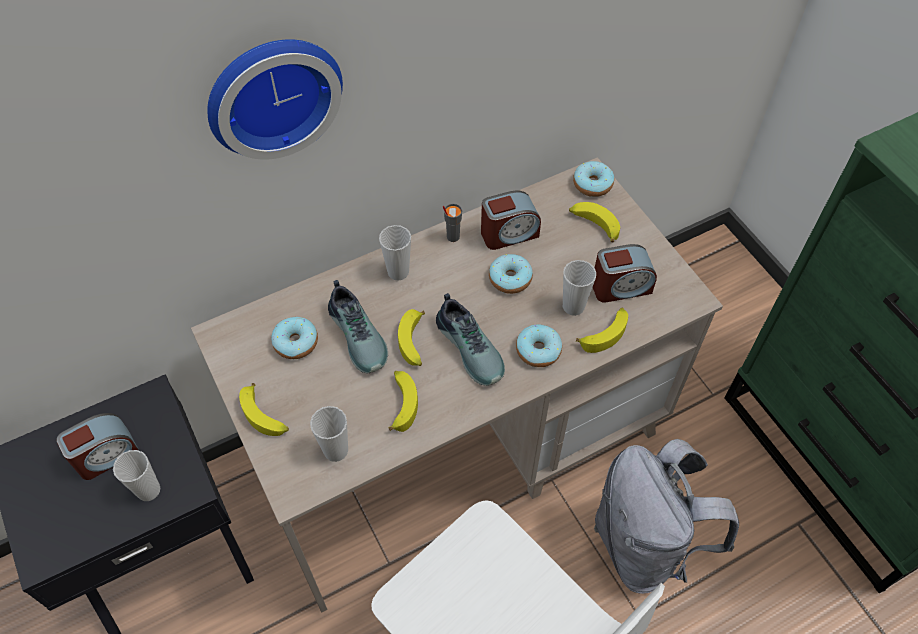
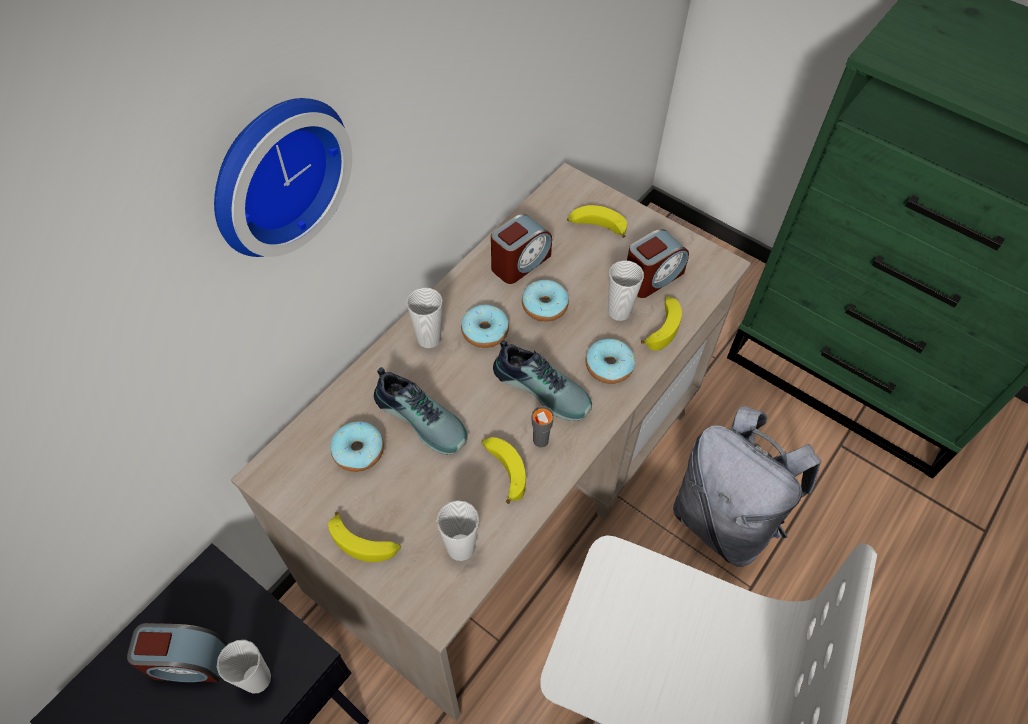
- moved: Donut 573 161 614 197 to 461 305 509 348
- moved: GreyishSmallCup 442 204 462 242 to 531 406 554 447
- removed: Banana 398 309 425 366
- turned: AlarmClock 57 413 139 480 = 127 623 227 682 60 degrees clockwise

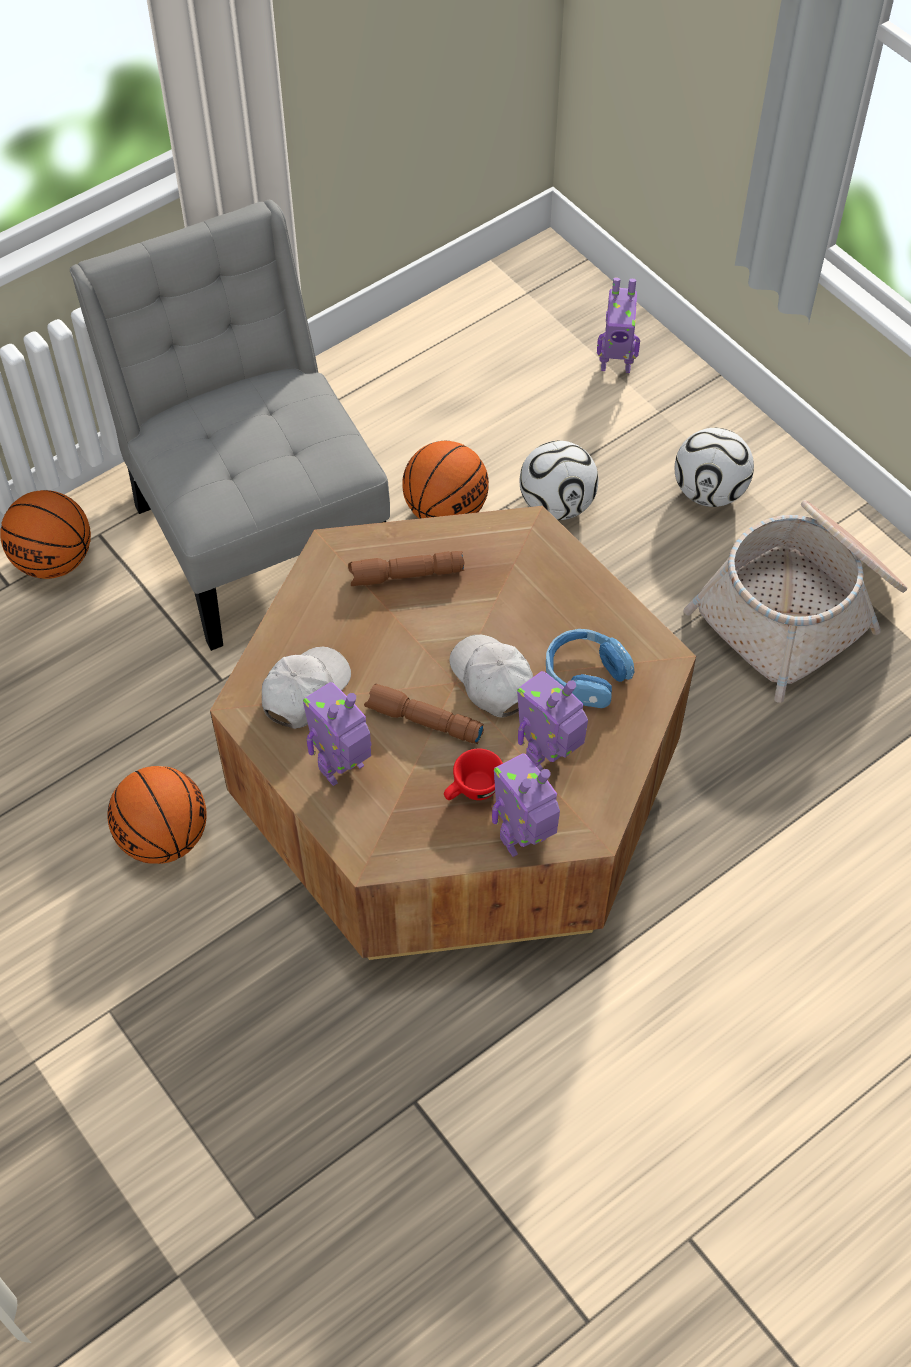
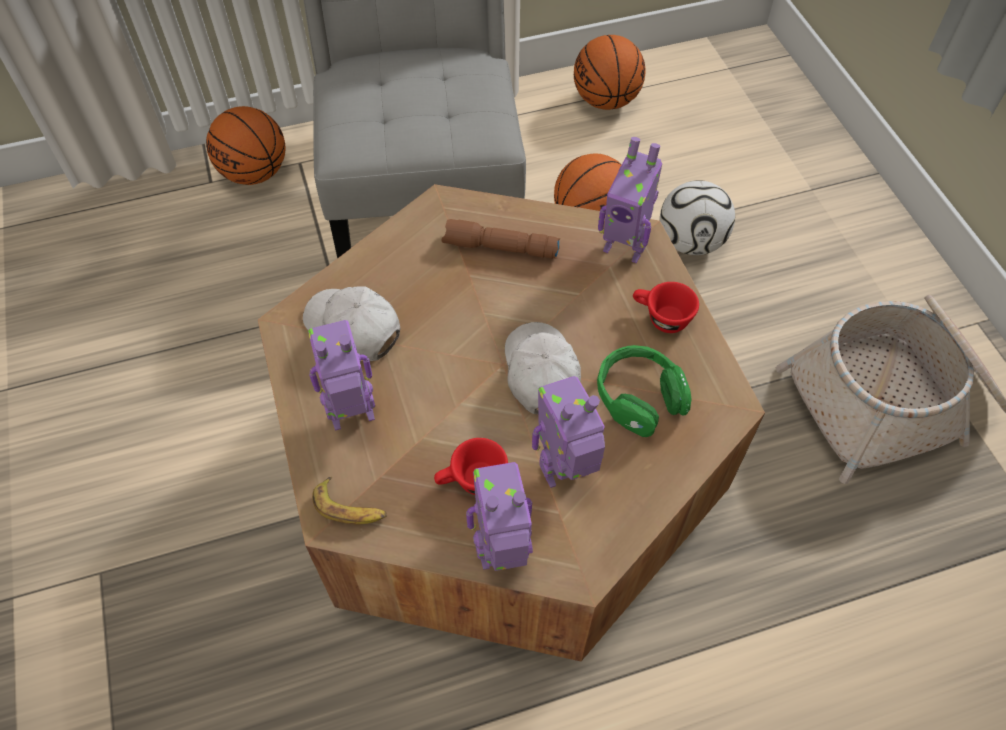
- moved: RobotFigure 597 278 640 373 to 598 137 662 263
- removed: FootballBall 675 428 754 507
- recoloured: BluePairOfHeadphones 546 629 635 708 to GreenColouredPairOfHeadphones 597 345 691 437
- turned: WhiteBaseballCap 262 647 351 729 = 303 286 400 361 105 degrees counterclockwise
- removed: BrownishHandTorch 364 684 484 744
- moved: BallForBasketball 108 766 207 864 to 574 35 645 110
- added: RedColouredSmallCup 633 282 699 333
- added: Banana 312 477 387 524

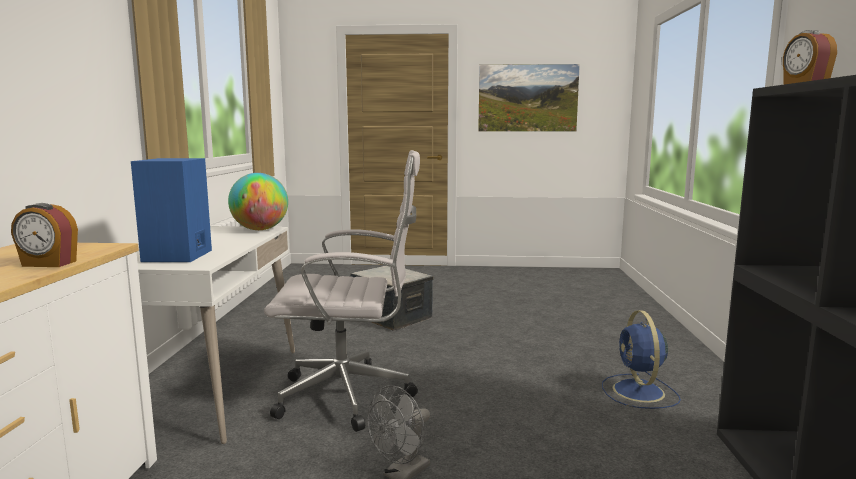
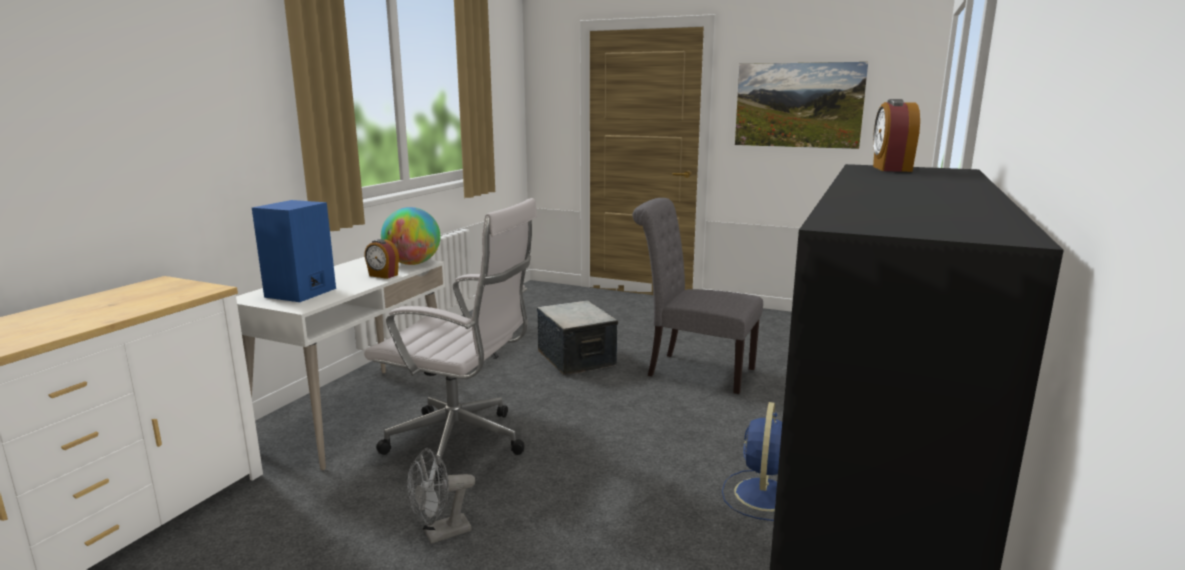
- moved: AlarmClock 11 203 78 267 to 364 239 399 279
- added: GreyishPlainChair 632 198 763 394

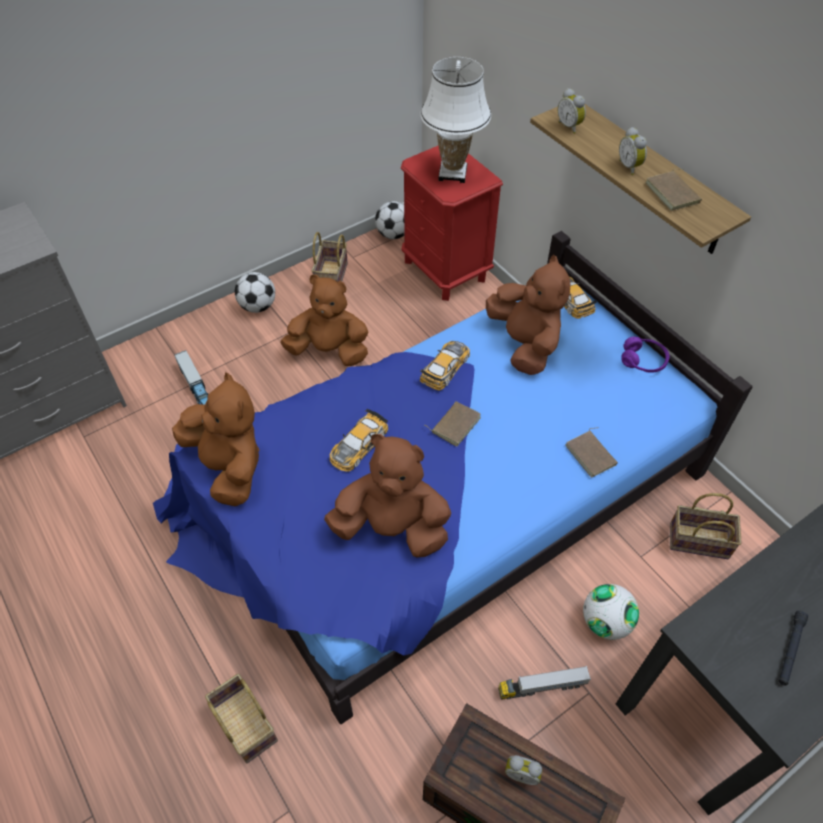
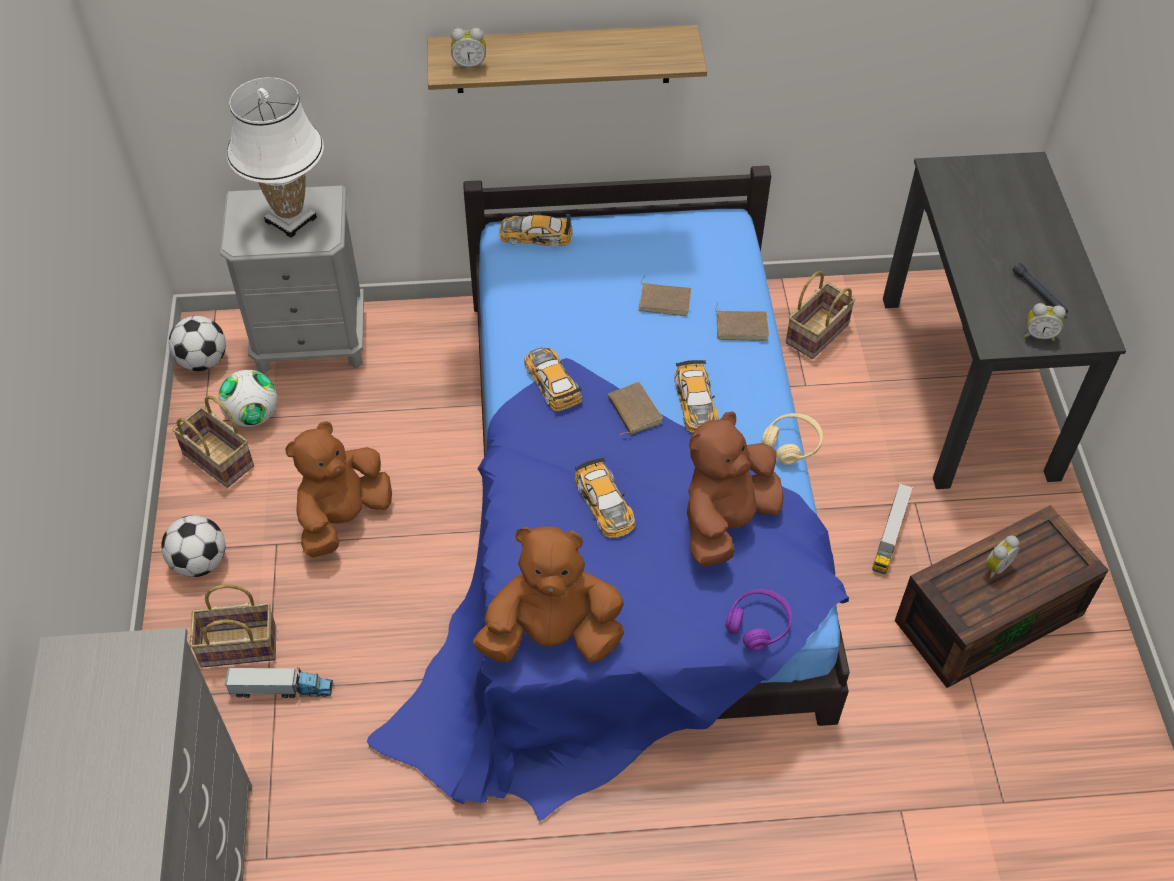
- moved: AlarmClock 619 127 647 175 to 1024 303 1066 342
- recoloured: RedColouredBedsideTable 401 146 503 301 to GreyishBedsideTable 220 186 364 374
- moved: BrownishVolume 645 169 702 211 to 638 275 691 316
- removed: BrownishSoftToy 486 255 570 375
- moved: PurplishPairOfHeadphones 621 337 669 372 to 725 589 792 651
- moved: FootballBall 583 584 639 640 to 218 370 277 427
- moved: HouseholdBasket 205 674 278 763 to 190 584 276 668
- added: ToyCar 675 360 718 433
- added: SandColouredPairOfHeadphones 762 413 823 465

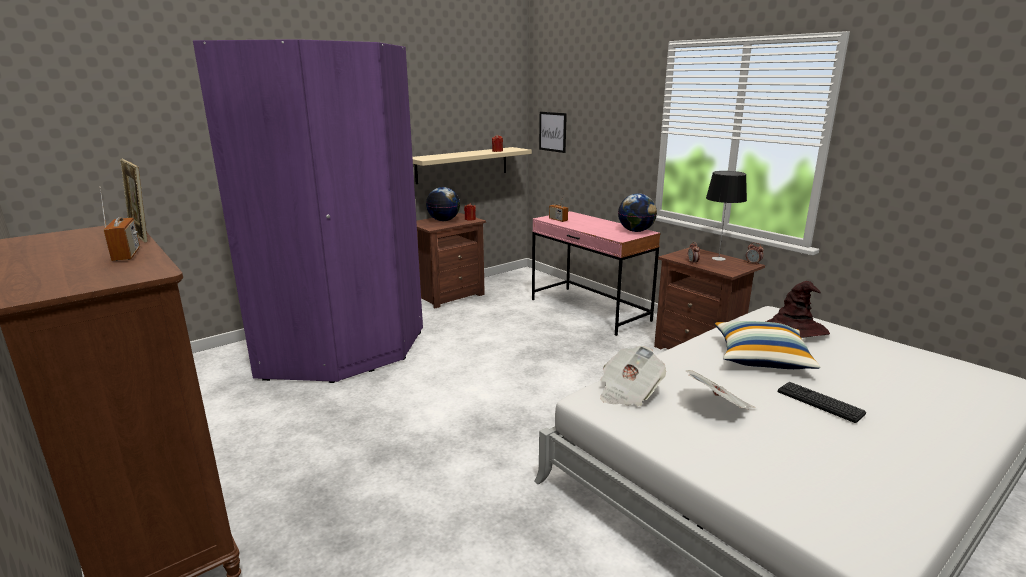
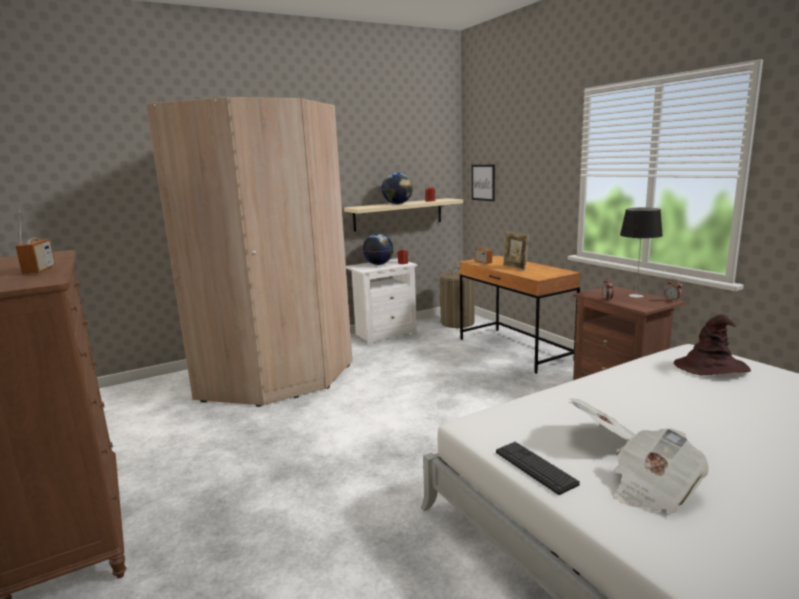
- recoloured: PurplishArmoire 193 39 423 383 to SandColouredArmoire 146 97 352 407
- moved: StandingFrame 120 159 148 242 to 503 232 529 271
- moved: Globe 618 194 657 232 to 382 172 413 204
- recoloured: PinkDeskTable 532 211 660 336 to BrownishDeskTable 459 255 581 374
- recoloured: BrownishBedsideTable 416 213 486 309 to WhiteBedsideTable 346 258 417 345
- removed: Cushion 715 321 821 369
- moved: DailyPaper 600 346 666 406 to 614 428 709 513
- moved: PcKeyboard 778 382 866 423 to 496 442 580 495
- added: Hamper 436 267 475 328

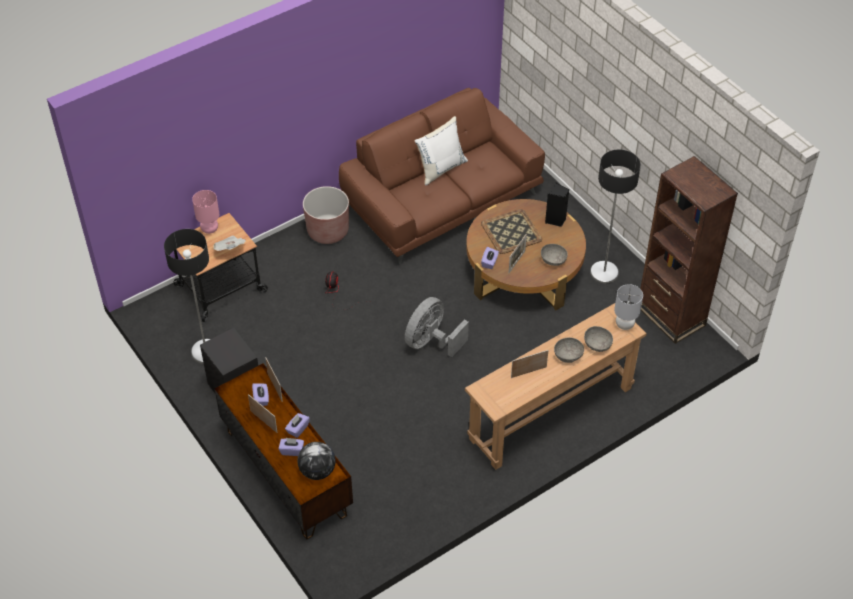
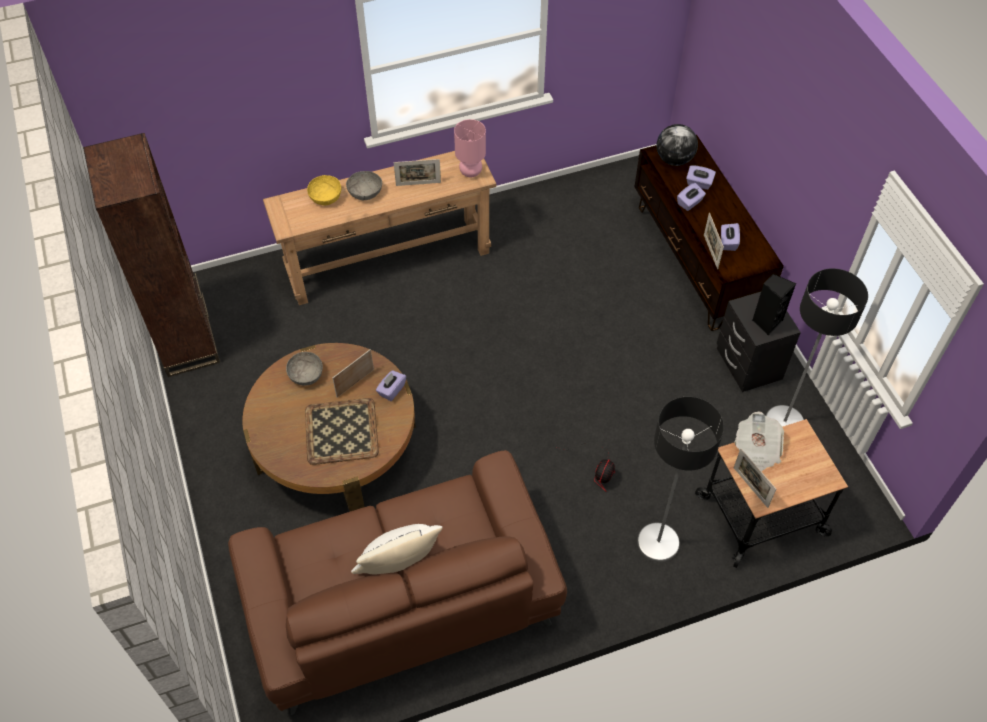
- moved: StandingLamp 590 150 641 284 to 637 397 724 562
- moved: BlackColouredAudioSpeaker 545 182 569 227 to 752 274 796 336
- removed: BrownishPlanter 303 186 349 244
- moved: PinkTabletopLamp 192 190 219 234 to 454 119 486 177
- removed: GreyishTabletopLamp 614 284 643 330
- removed: GreyishElectricFan 405 297 469 357
- recoloured: GreyishBowl 584 326 613 352 to YellowishBowl 307 175 341 206
- moved: StandingFrame 248 394 278 433 to 734 448 776 508

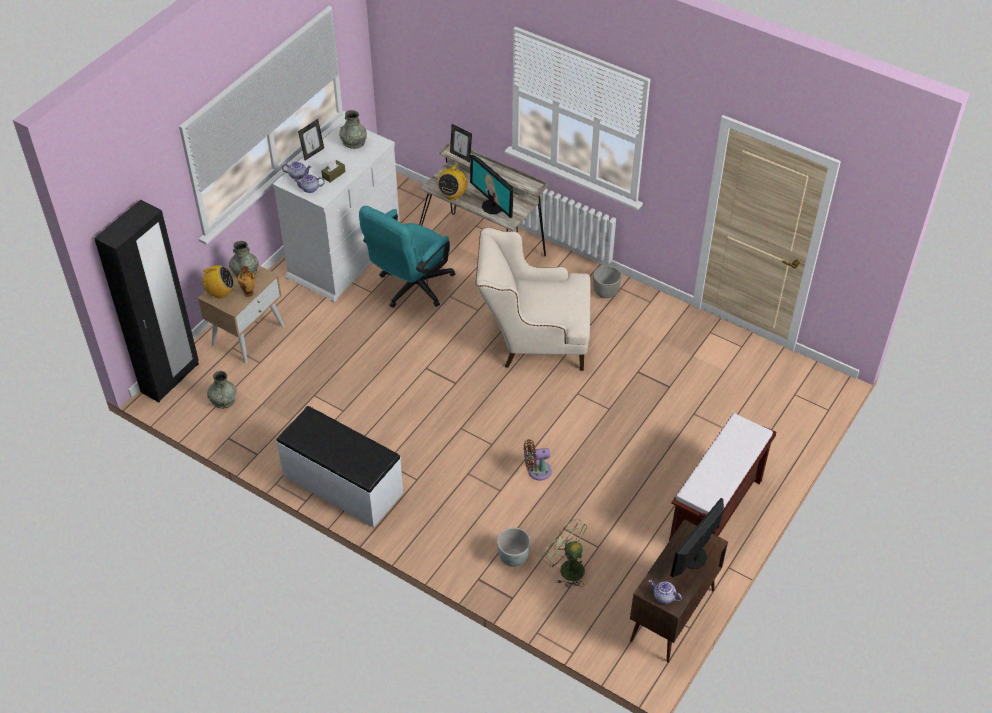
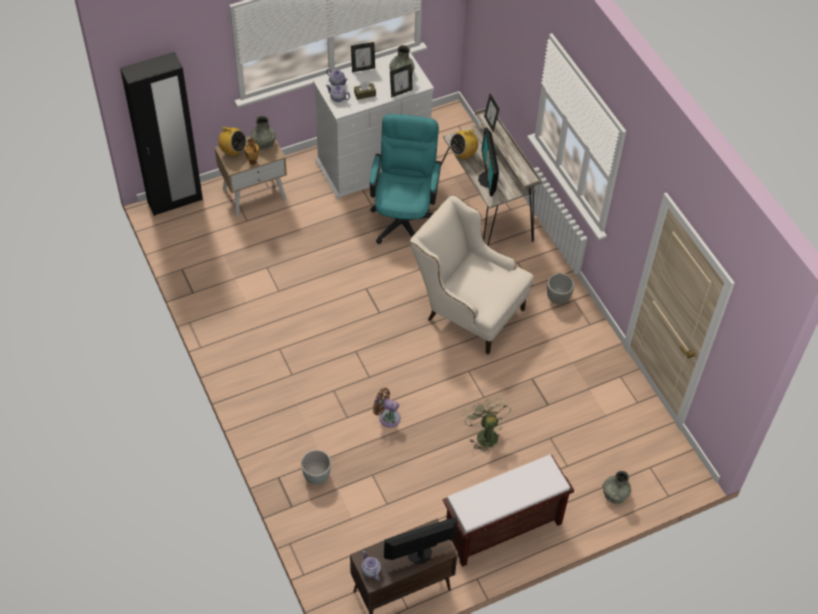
- turned: TurquoiseColouredComputerChair 359 206 455 308 = 370 114 441 244 120 degrees clockwise
- moved: GreyishDecorativeVase 207 371 236 408 to 602 471 631 504
- removed: WhiteLongSeat 276 406 403 528
- moved: GreenColouredElectricFan 542 519 587 588 to 463 397 511 454
- added: StandingFrame 390 64 413 98

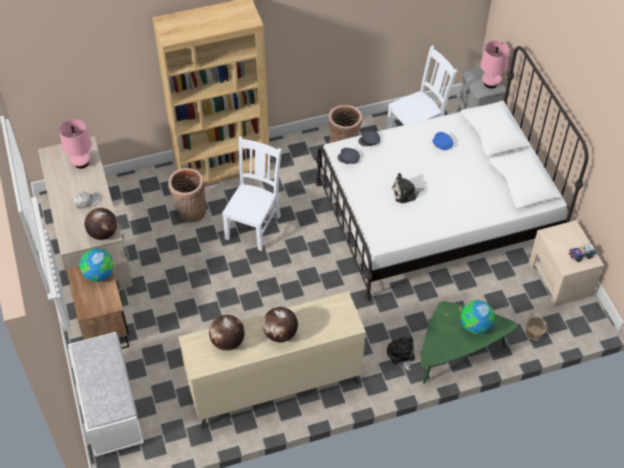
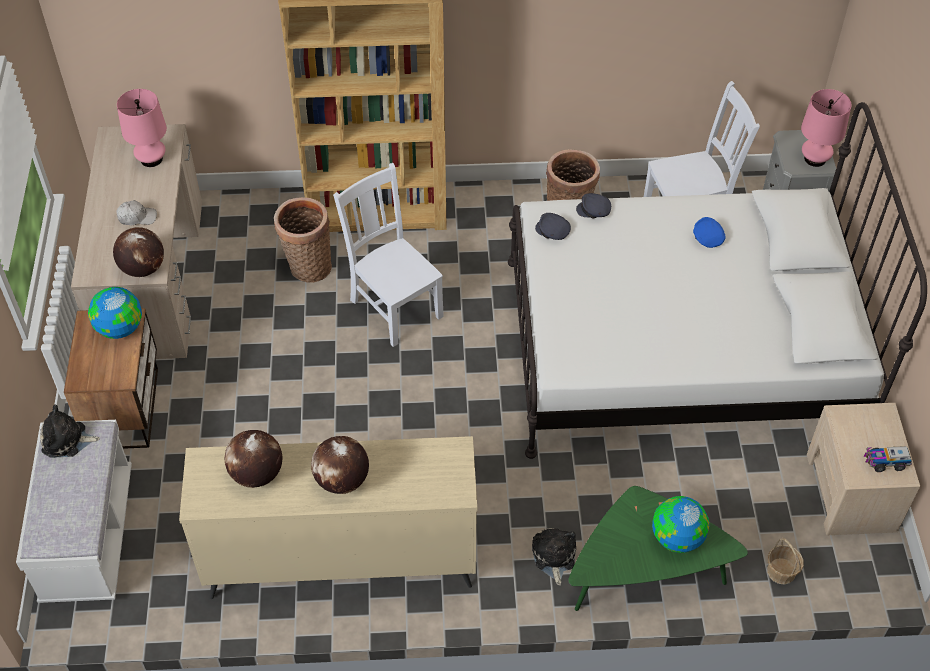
- turned: WhitePlainChair 222 136 282 251 = 333 163 444 347 75 degrees counterclockwise
- moved: SoftToy 392 173 423 203 to 40 404 100 458

